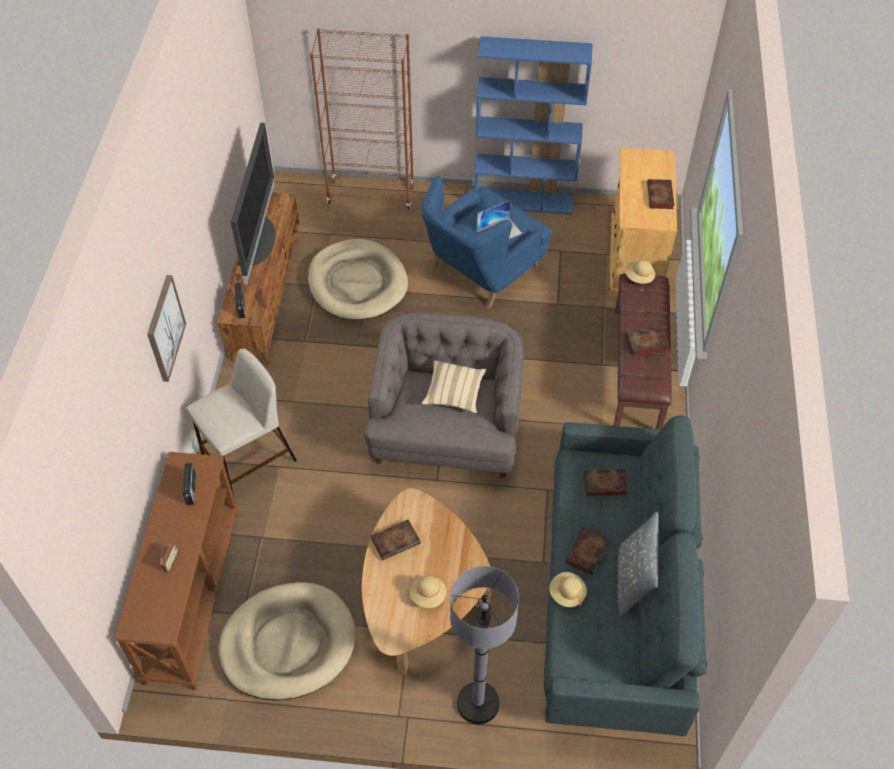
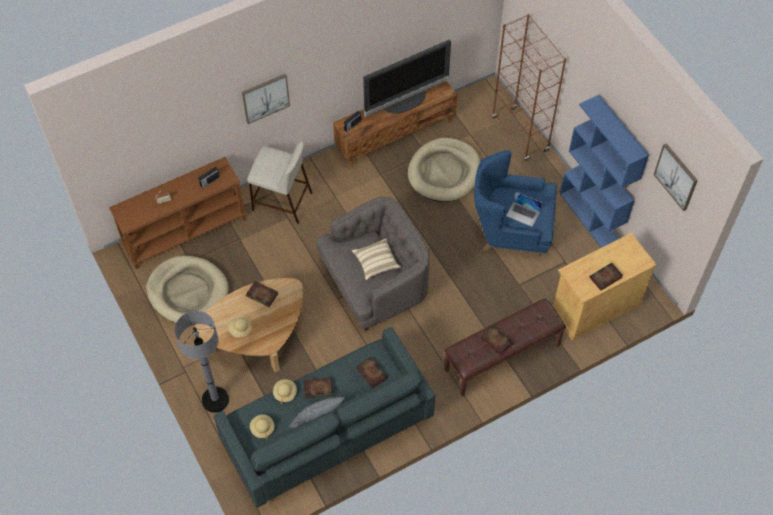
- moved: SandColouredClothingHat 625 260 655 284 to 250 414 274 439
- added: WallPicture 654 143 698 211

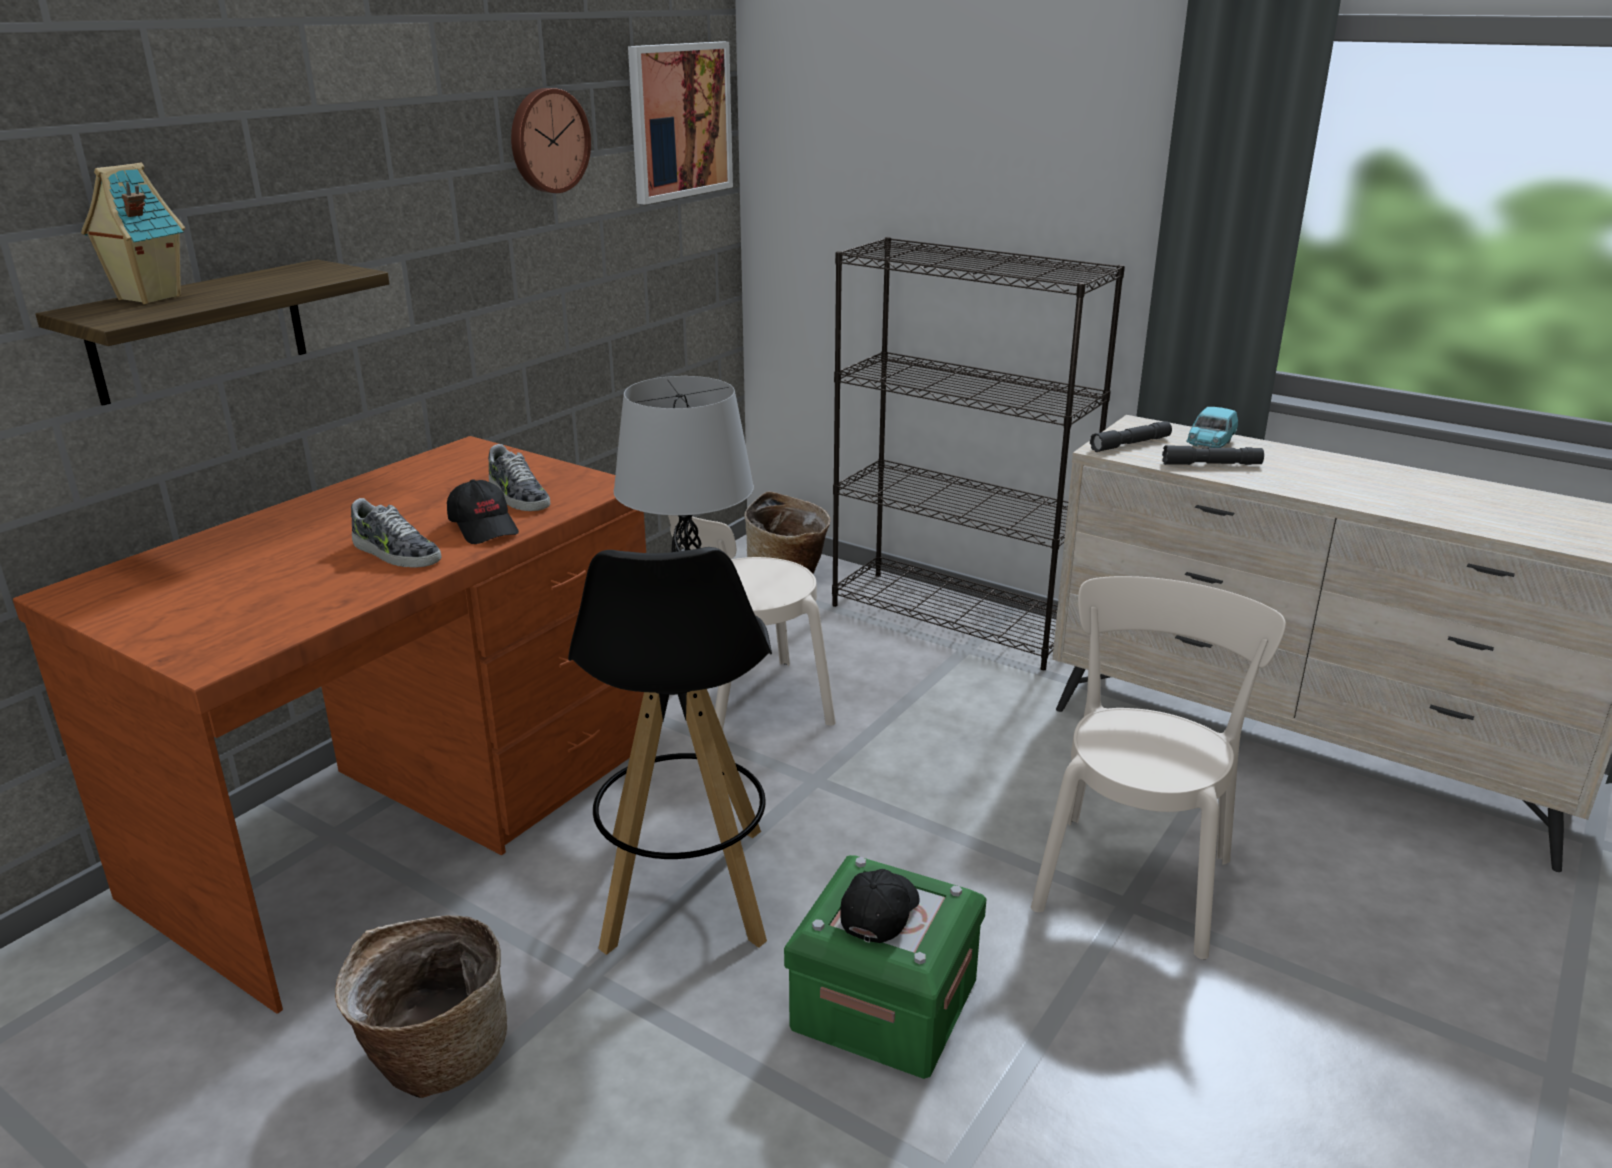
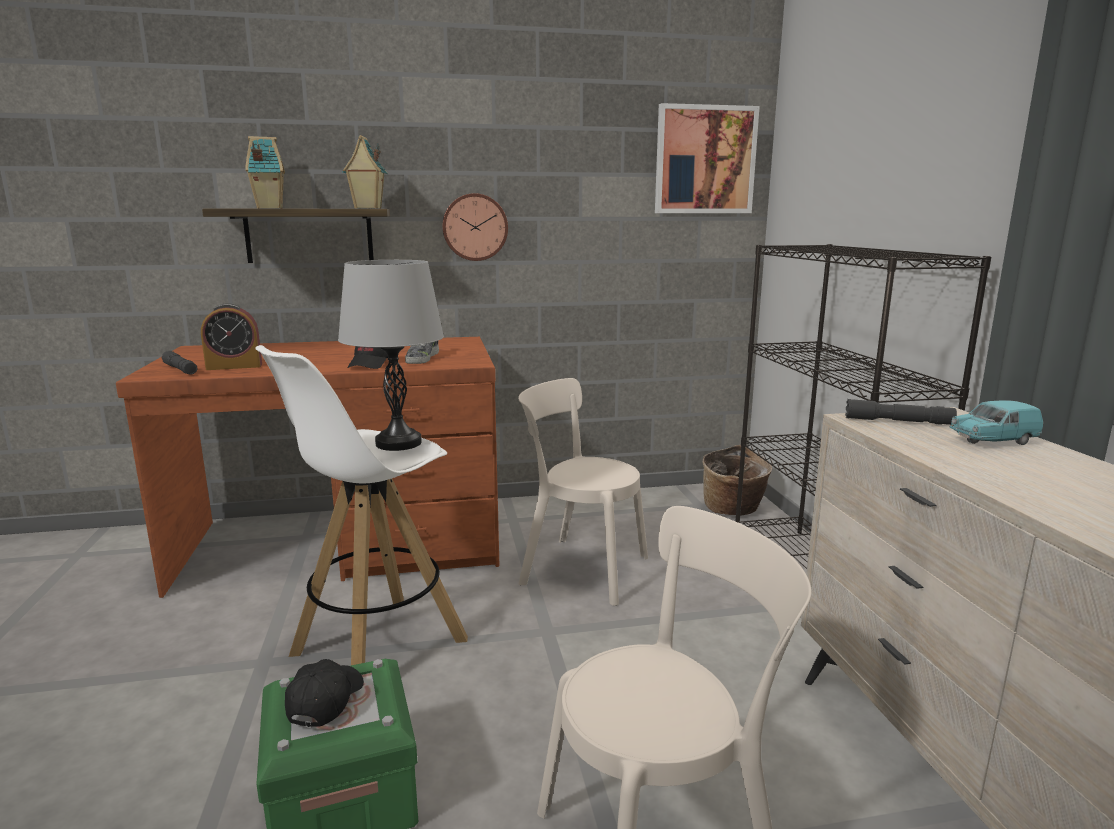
- moved: ClockOnTheWall 511 88 591 193 to 442 193 508 261
- moved: GreyishHandTorch 1162 445 1264 465 to 162 351 197 375
- removed: LowShoe 351 498 441 568
- recoloured: BlackColouredSittingStool 568 547 772 955 to WhiteSittingStool 256 345 468 665
- turned: BlackColouredBaseballCap 840 869 920 943 = 285 659 364 728 60 degrees counterclockwise
- removed: HouseholdBasket 335 915 507 1098
- added: ModelHouse 343 135 388 208
- added: AlarmClock 201 303 262 370

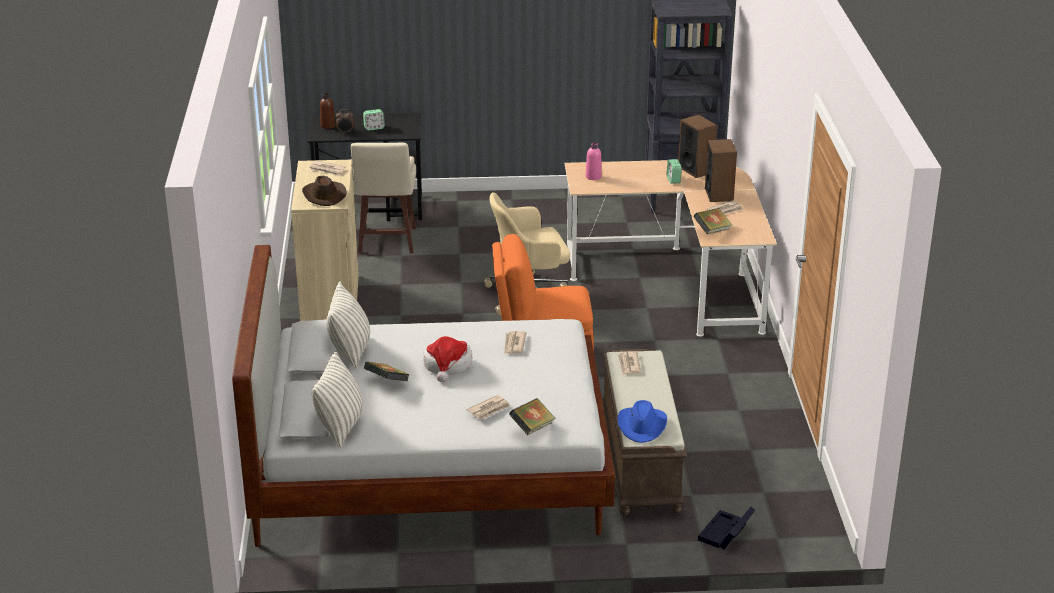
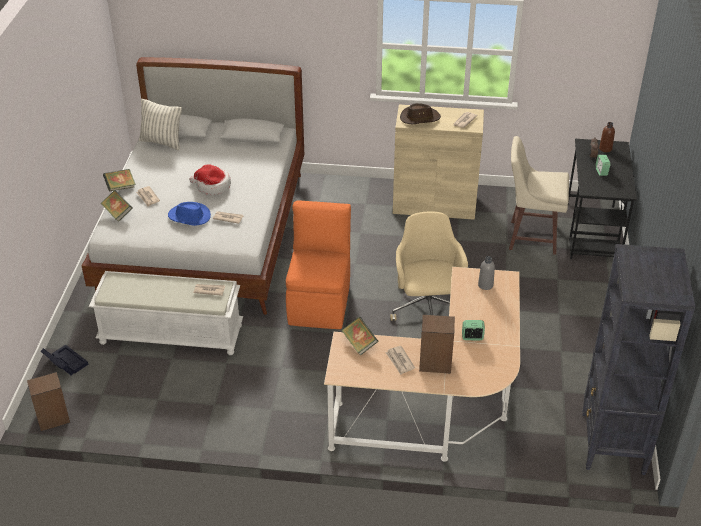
- moved: AudioSpeaker 678 115 717 178 to 27 372 70 431
- recoloured: PinkBottle 586 142 602 180 to GreyishBottle 478 256 495 290
- removed: Cushion 326 282 370 369
- recoloured: BrownishLongSeat 602 349 687 515 to WhiteLongSeat 89 271 243 355
- moved: Volume 364 362 410 381 to 103 169 136 192
- moved: BlueClothingHat 618 400 667 443 to 168 202 211 226

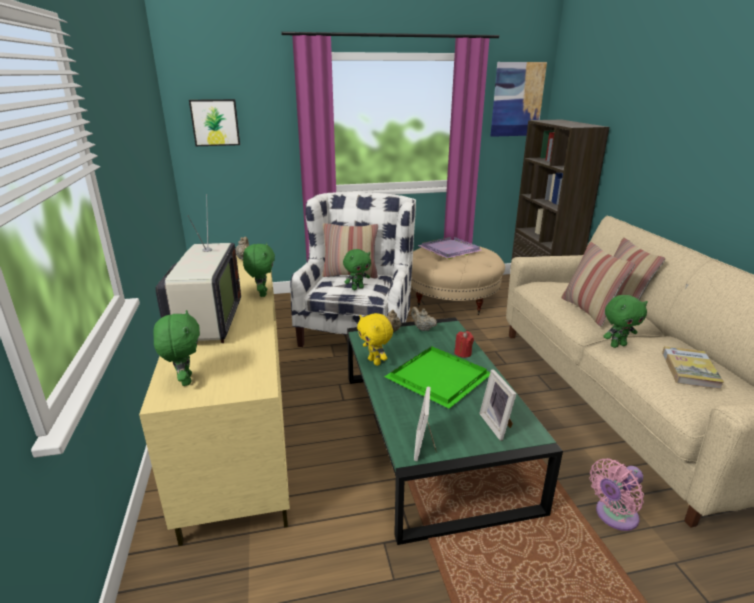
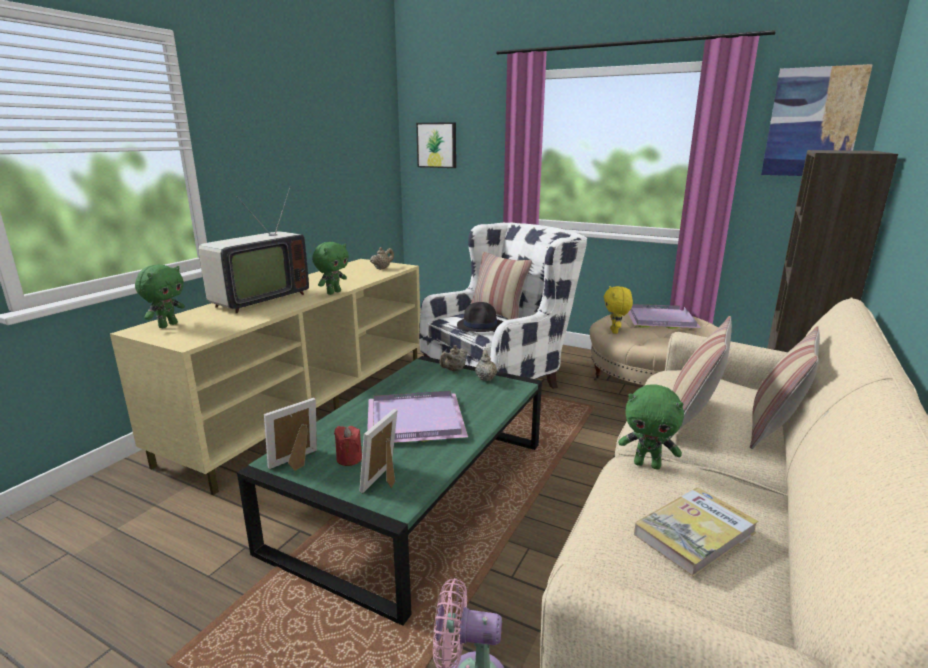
- replaced: GreenColouredSoftToy 343 249 371 290 to BlackColouredClothingHat 457 302 503 332
- moved: YellowishSoftToy 357 313 393 366 to 604 286 633 334
- moved: RedColouredWaxCandle 454 331 474 358 to 334 426 362 466
- recoloured: GreenColouredServingTray 384 346 490 409 to PurplishServingTray 367 391 468 443

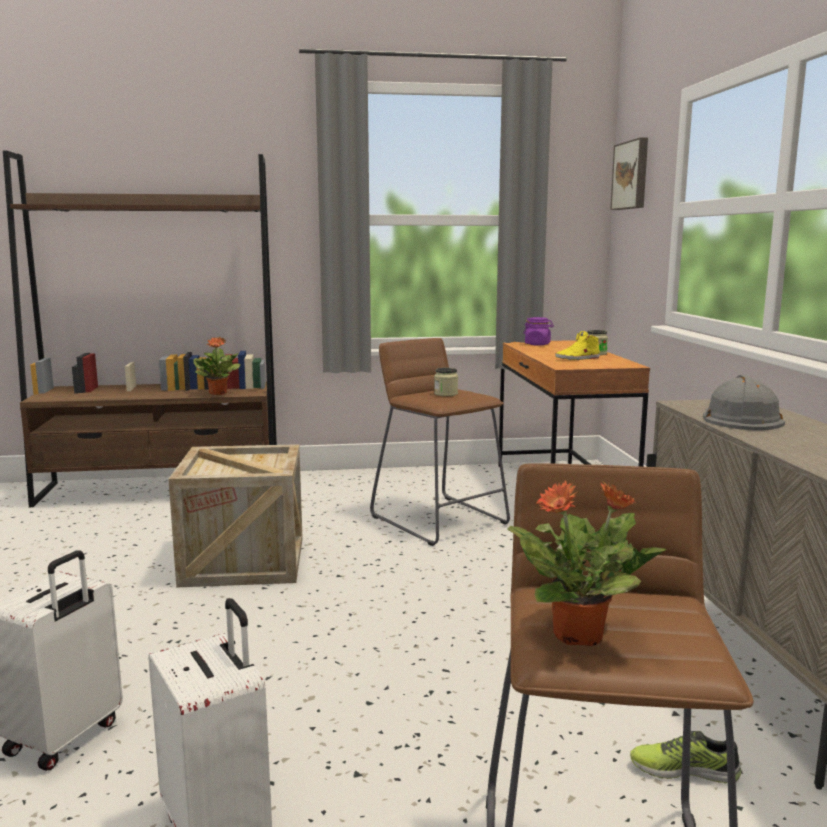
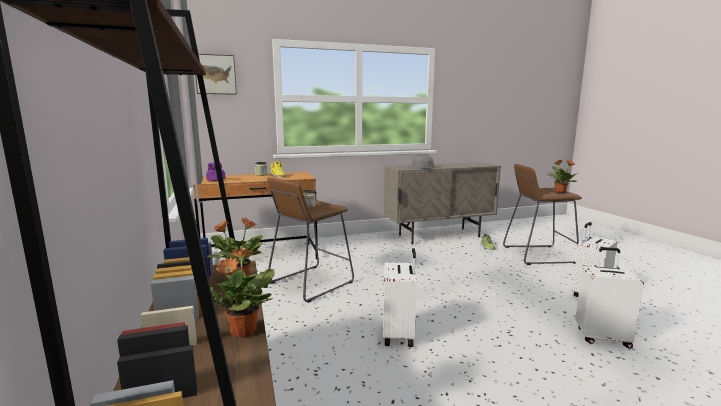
- replaced: ShippingCrate 168 444 303 588 to WhiteTravelCase 383 248 417 347
- added: PlantInAPot 196 247 275 337

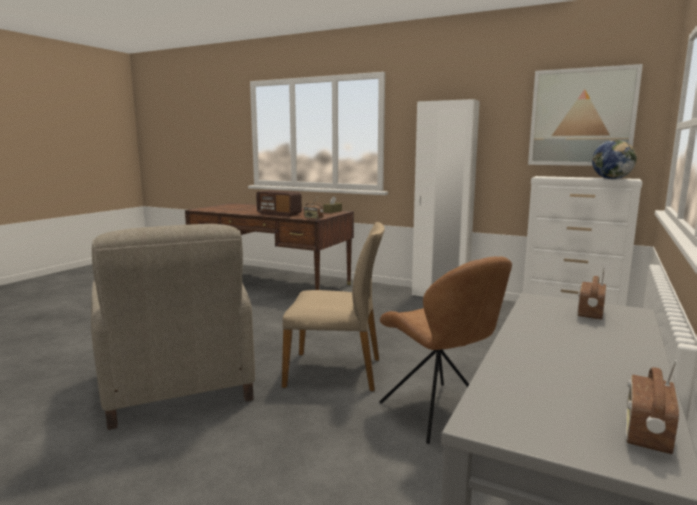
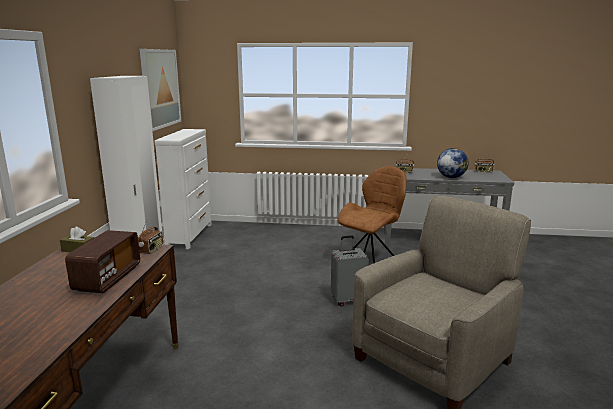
- moved: Globe 592 139 637 179 to 437 148 469 178
- replaced: SandColouredPlainChair 282 222 385 391 to GreyishTravelCase 331 235 369 307

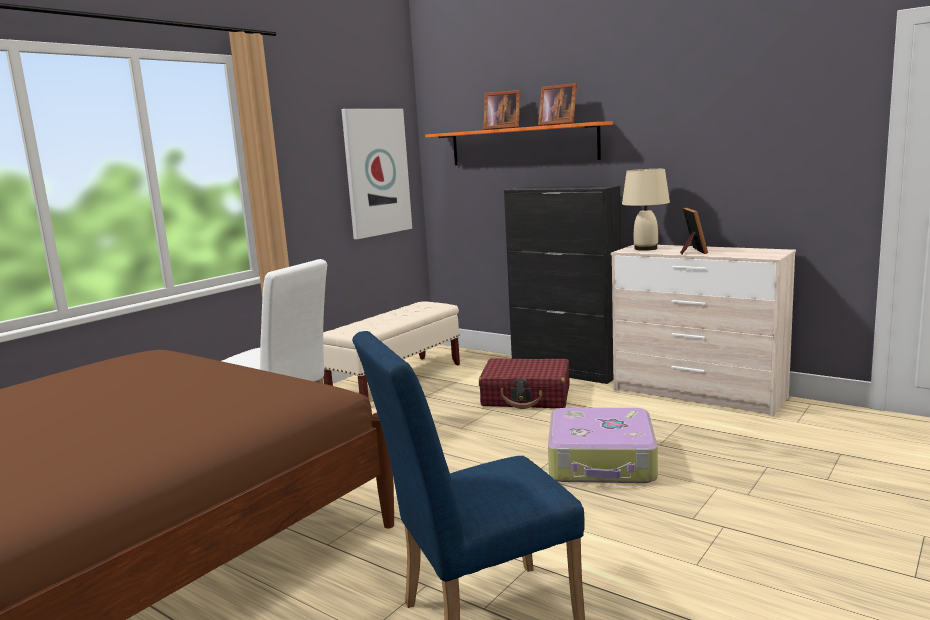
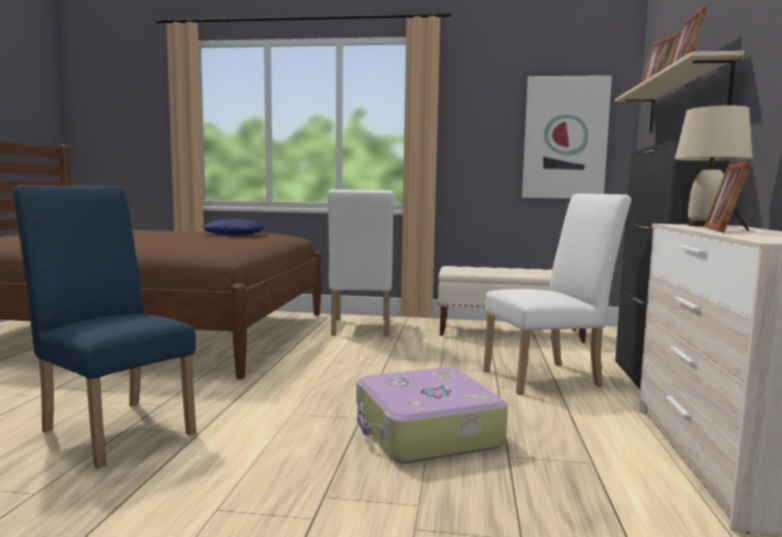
- recoloured: OrangeColouredWallShelf 425 121 613 166 to SandColouredWallShelf 615 51 745 133
- turned: StandingFrame 680 208 708 255 = 704 161 752 233 135 degrees clockwise
- replaced: RedColouredTravelCase 479 358 570 409 to WhitePlainChair 483 194 631 395
- added: BlueCushion 203 219 265 236

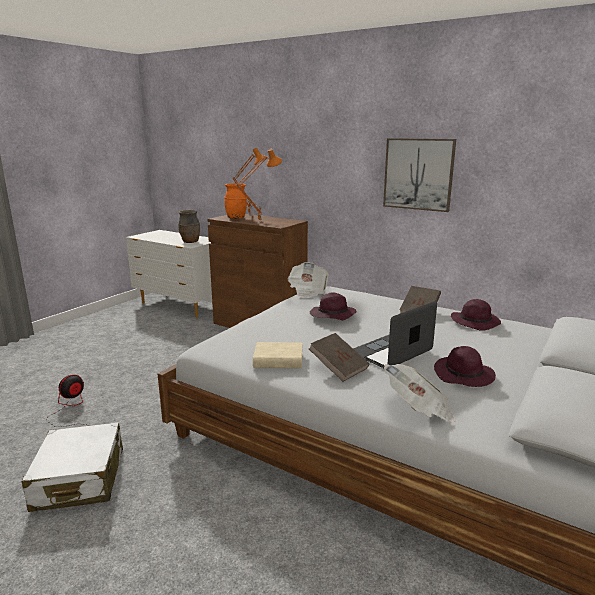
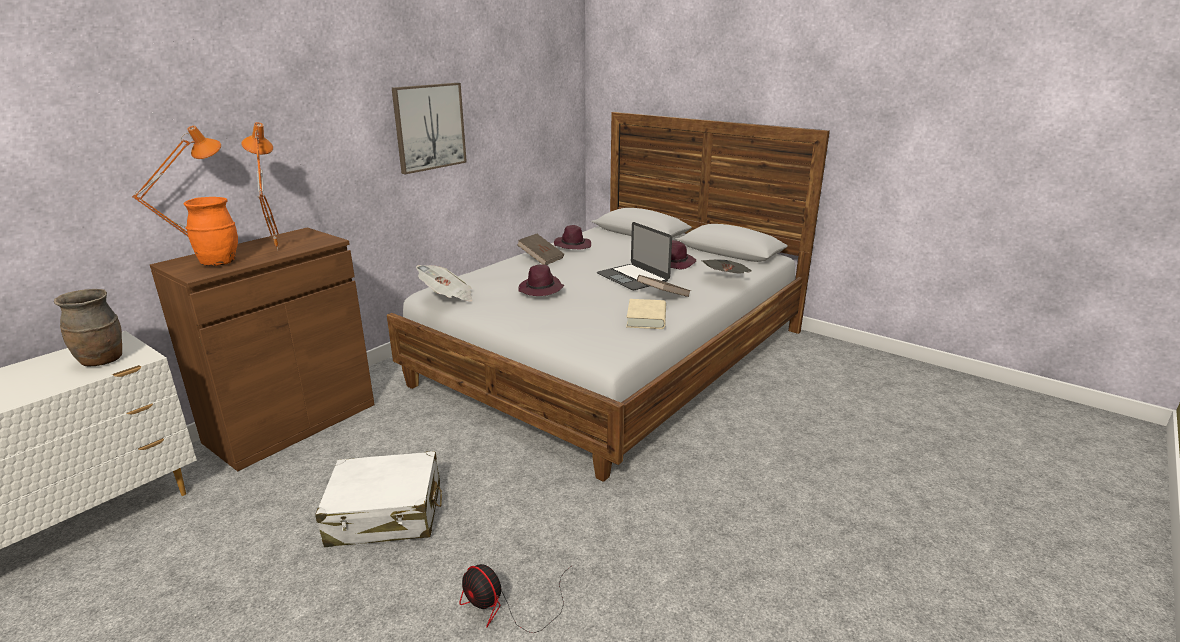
- moved: WhiteTravelCase 22 422 123 512 to 315 451 442 547

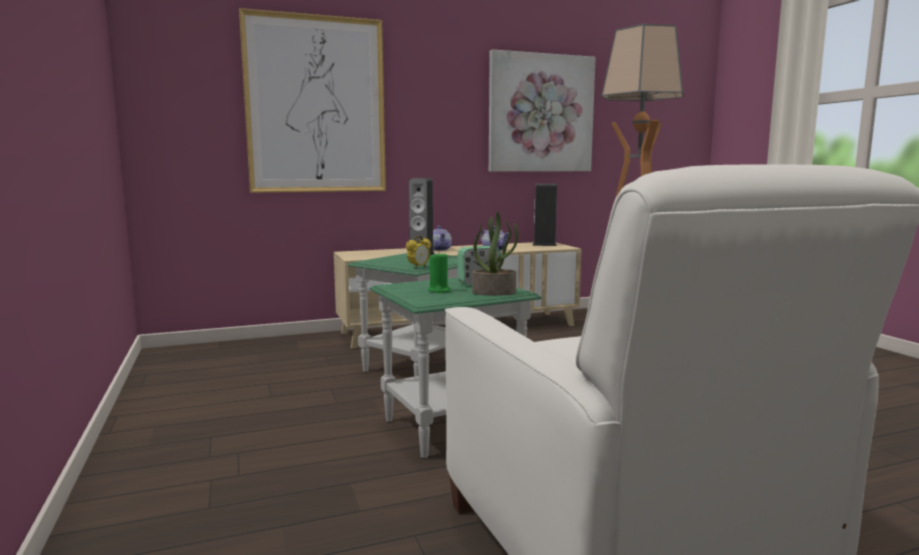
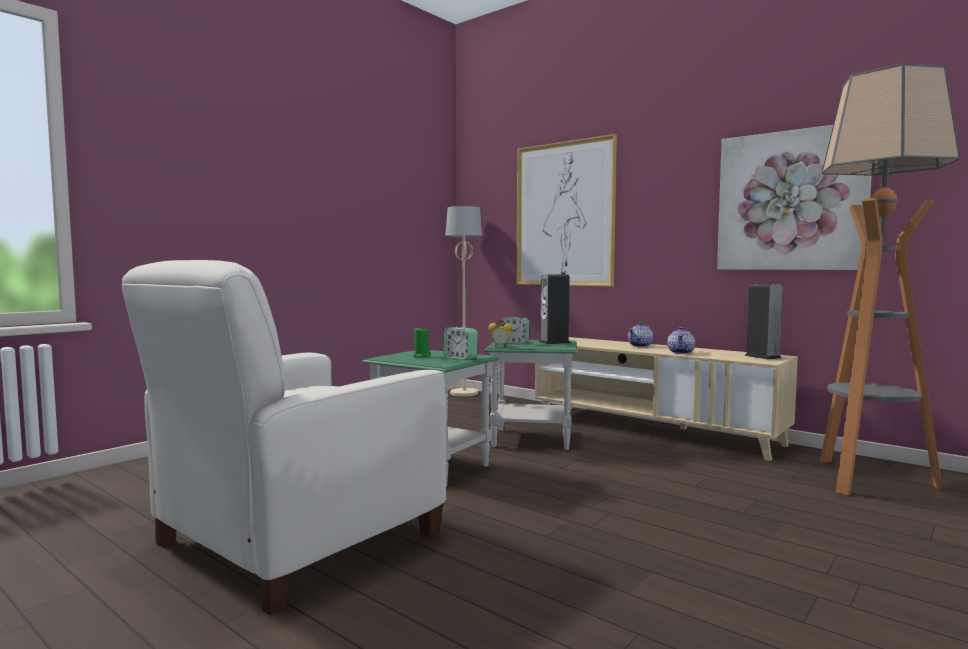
- removed: PlantInAPot 472 212 518 296
- added: SandColouredStandingLamp 445 206 482 396
- added: AlarmClock 500 317 530 344

